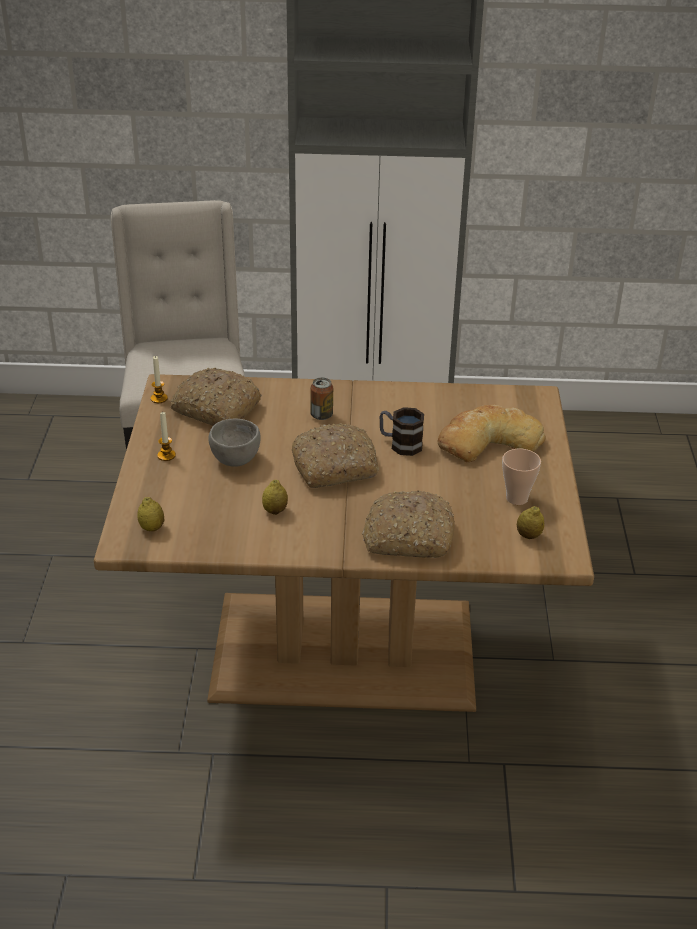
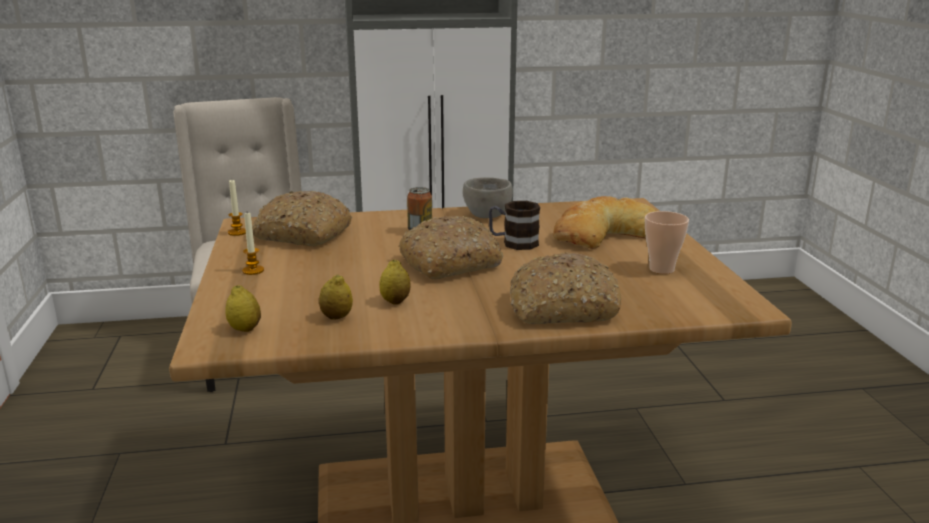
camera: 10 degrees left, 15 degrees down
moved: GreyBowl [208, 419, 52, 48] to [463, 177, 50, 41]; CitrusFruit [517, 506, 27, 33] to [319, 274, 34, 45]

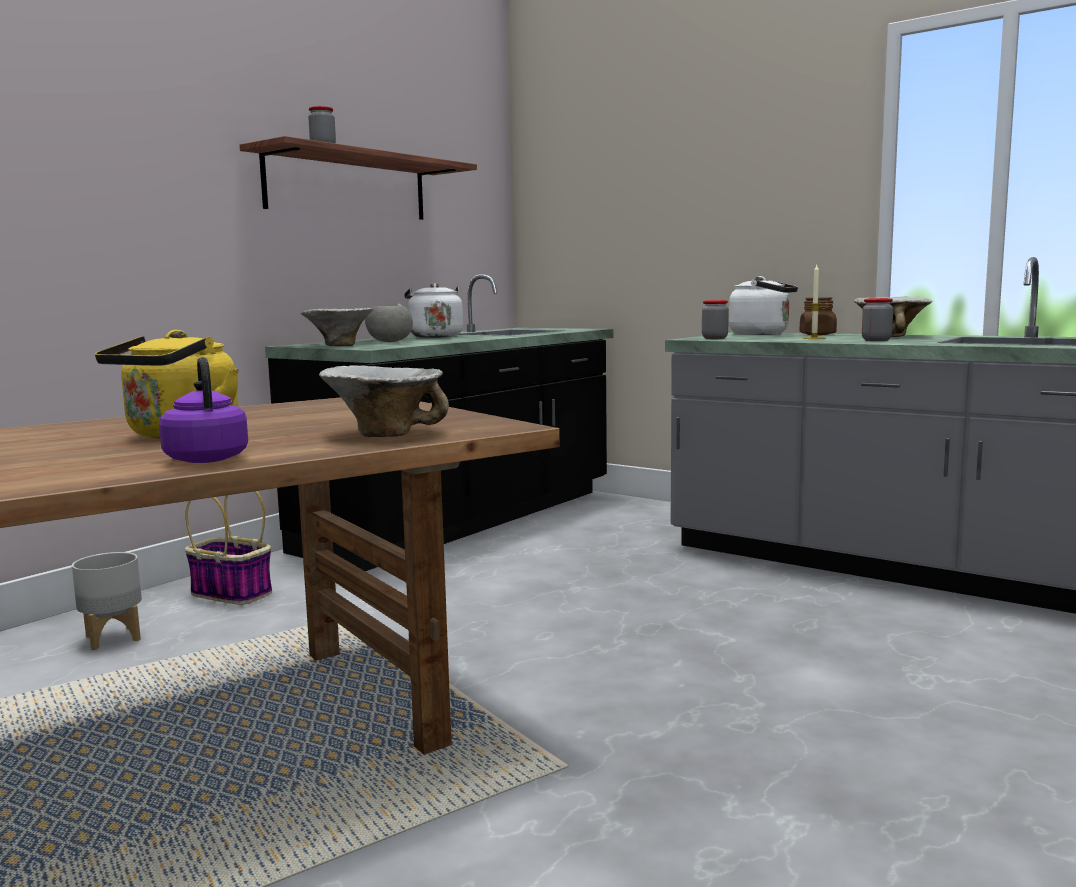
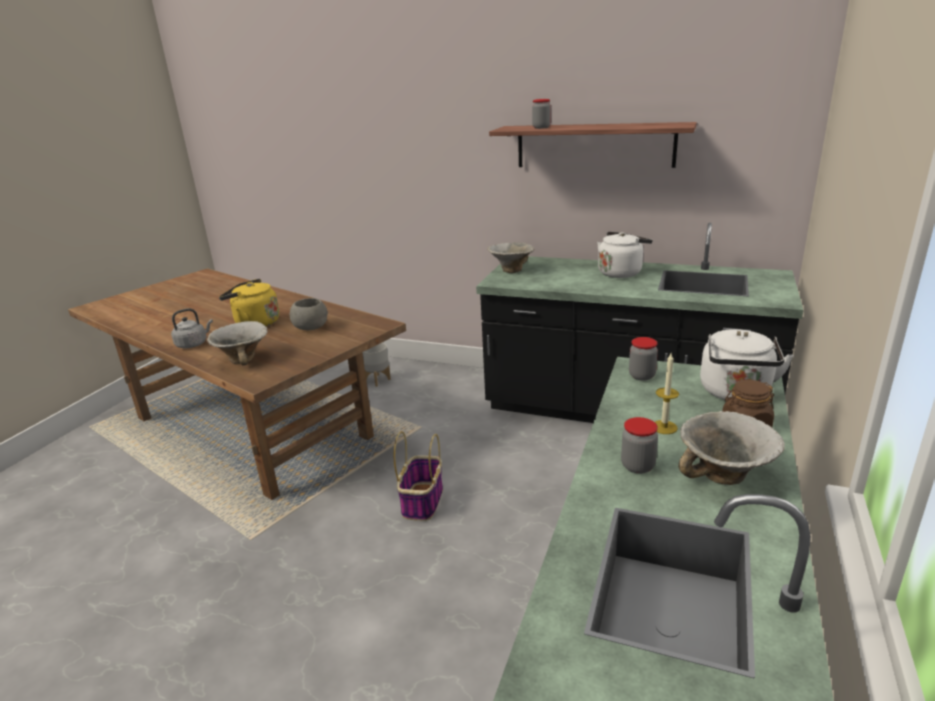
camera: 75 degrees right, 15 degrees up
moved: Basket [185, 491, 87, 114] to [394, 431, 49, 90]; GreyBowl [365, 306, 48, 36] to [290, 298, 38, 32]
recoloured: PurplishKettle [159, 357, 89, 106] to GreyKettle [171, 308, 42, 40]

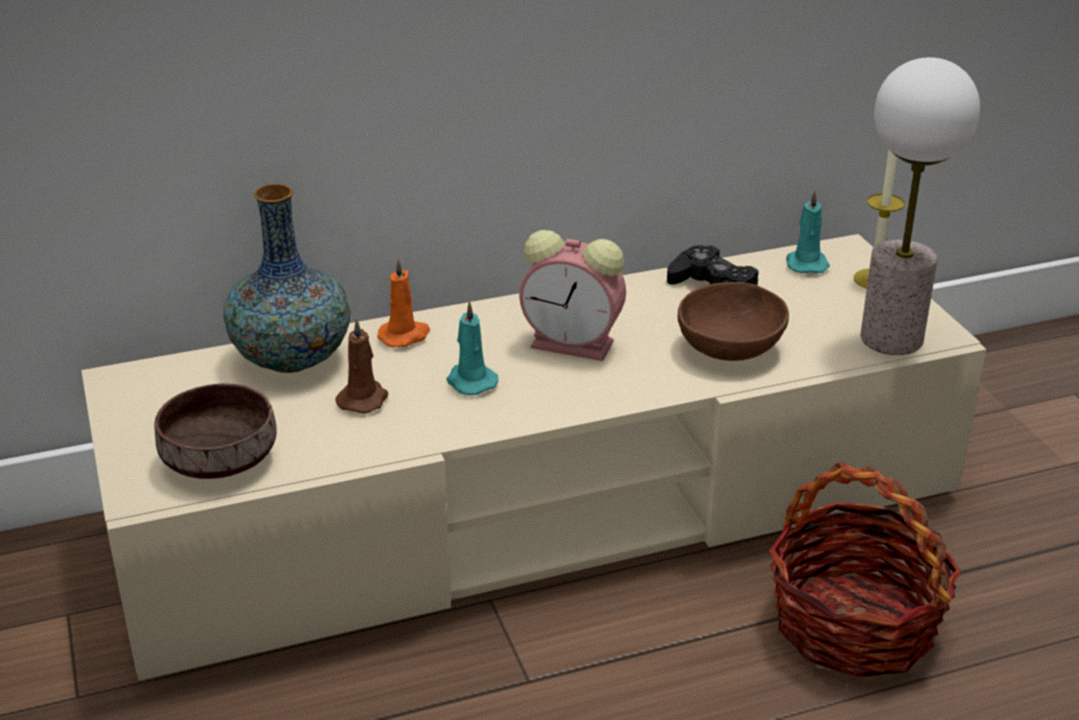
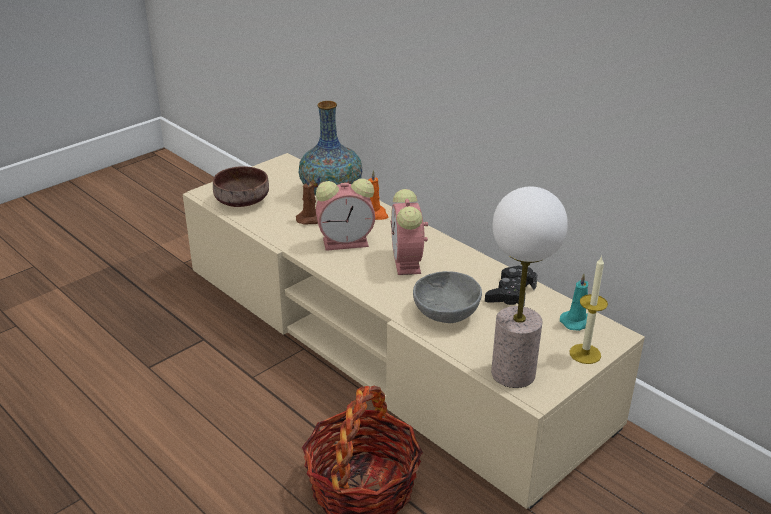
camera: 65 degrees right, 0 degrees up
replaced: TurquoiseWaxLight [446, 301, 52, 94] to BedsideClock [316, 179, 59, 72]
recoloured: BrownBowl [678, 282, 111, 79] to GreyBowl [413, 271, 69, 52]

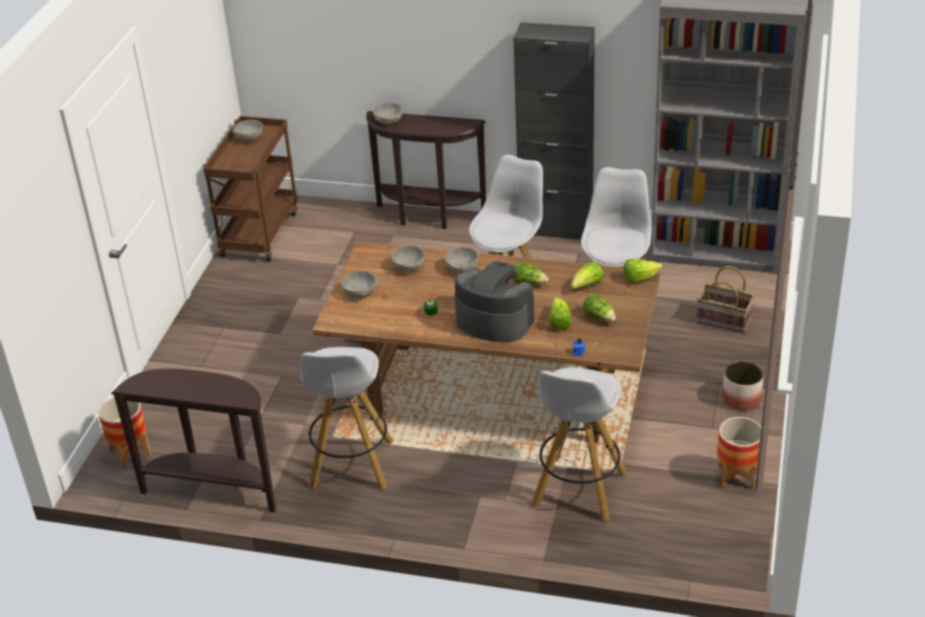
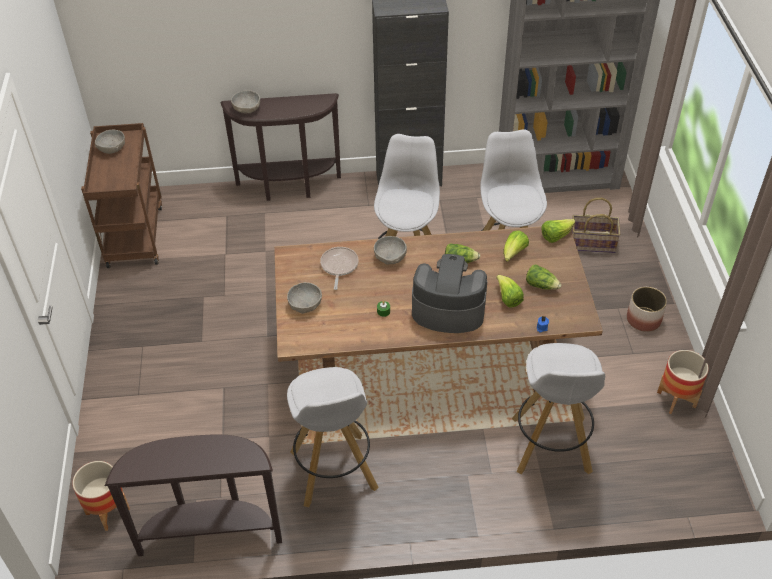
camera: 20 degrees left, 10 degrees up
replaced: GreyBowl [391, 246, 34, 26] to Pan [320, 247, 39, 43]

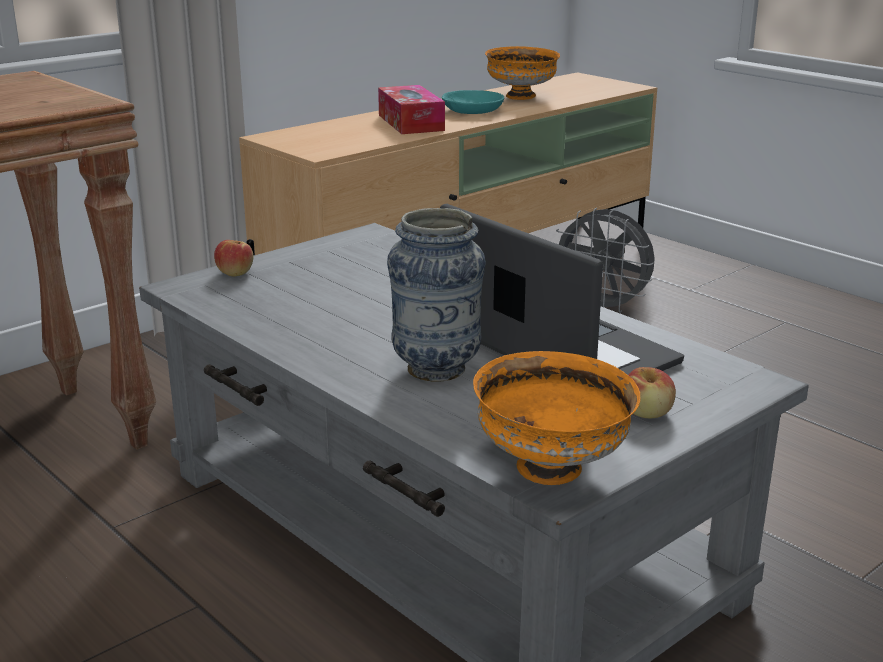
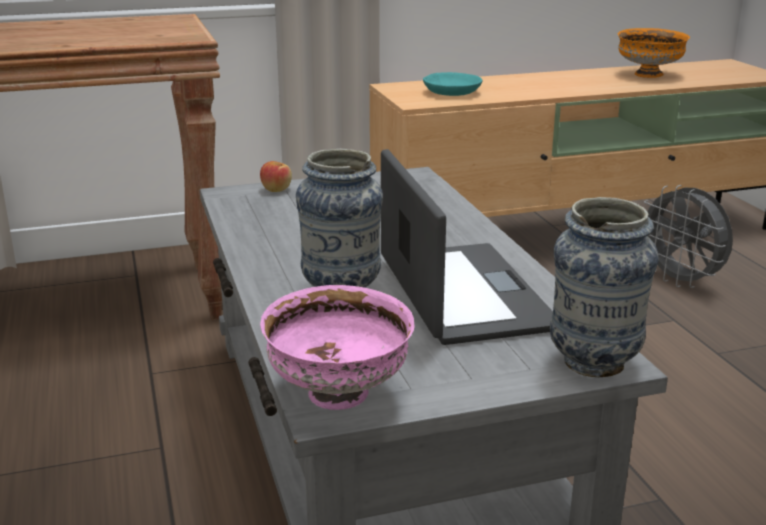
camera: 25 degrees right, 0 degrees up
removed: TissueHolder [378, 85, 67, 49]; AppleFruit [628, 367, 48, 51]
added: DecorativeVase [550, 197, 108, 180]
moved: TurquoiseBowl [442, 90, 62, 24] to [423, 72, 59, 24]
recoloured: OrangeBowl [473, 351, 167, 134] to PinkishBowl [260, 285, 155, 125]

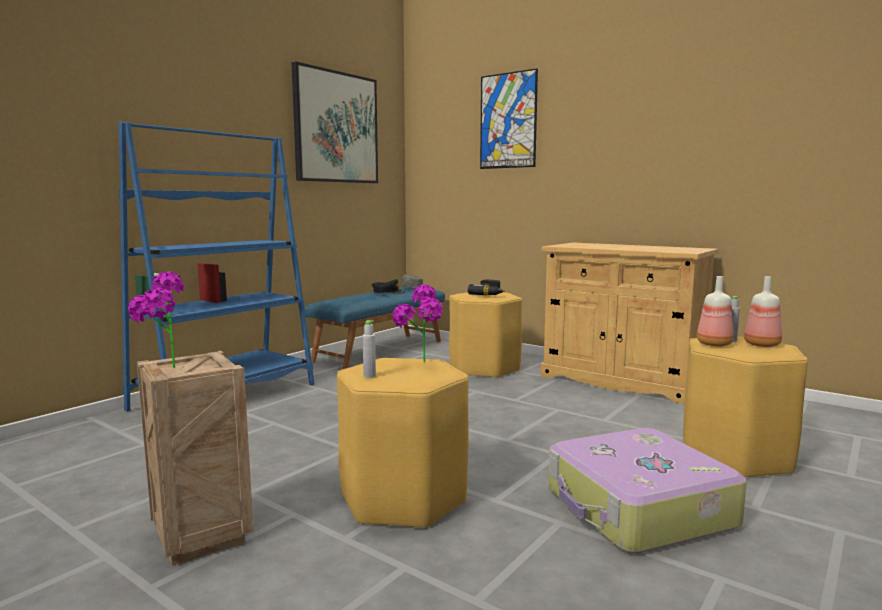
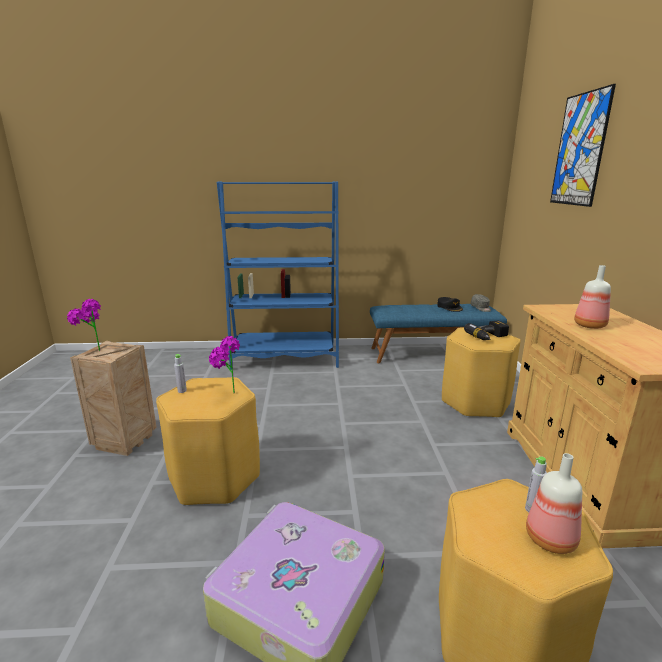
camera: 50 degrees right, 10 degrees up
removed: Picture [291, 61, 87, 122]
moved: Bottle [697, 276, 37, 70] to [574, 265, 37, 64]

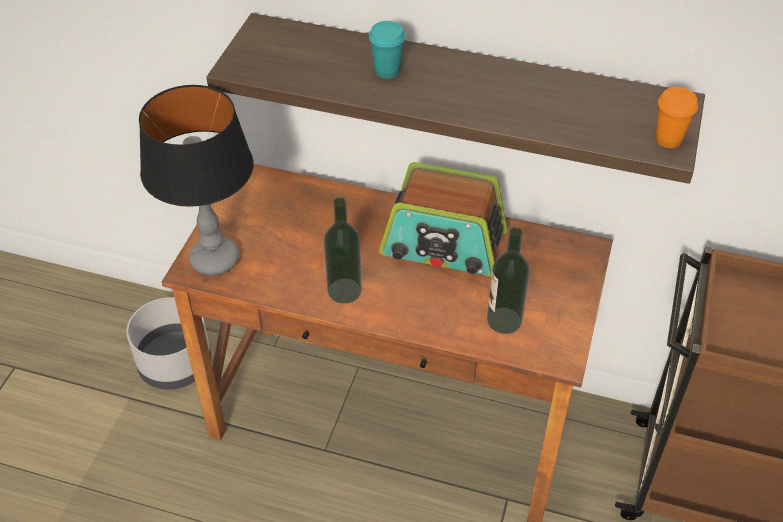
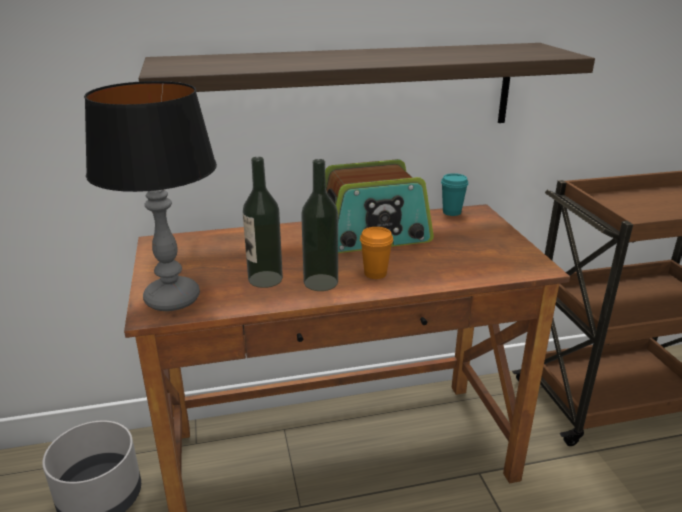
camera: 30 degrees left, 20 degrees down
moved: TurquoiseCup [369, 21, 36, 58] to [441, 173, 27, 43]; Bottle [487, 227, 43, 107] to [243, 157, 40, 131]; OrangeCup [655, 87, 43, 61] to [360, 227, 33, 52]

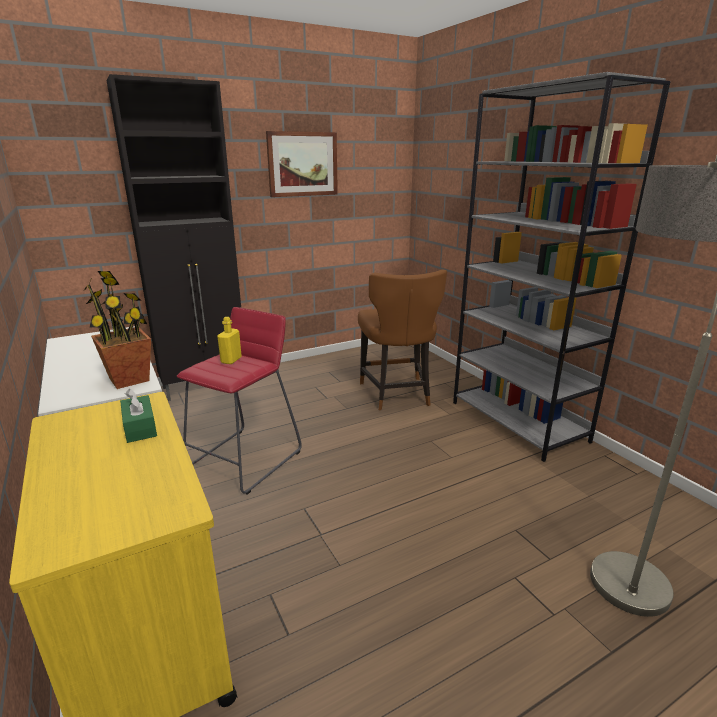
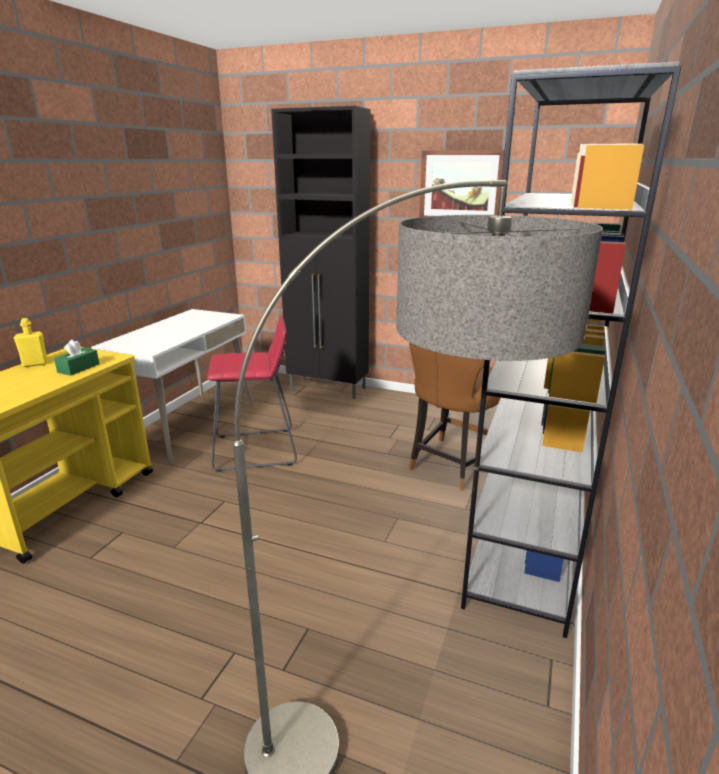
camera: 50 degrees right, 0 degrees up
removed: Houseplant [83, 271, 68, 118]
moved: YellowColouredBottle [217, 317, 25, 47] to [14, 318, 34, 49]

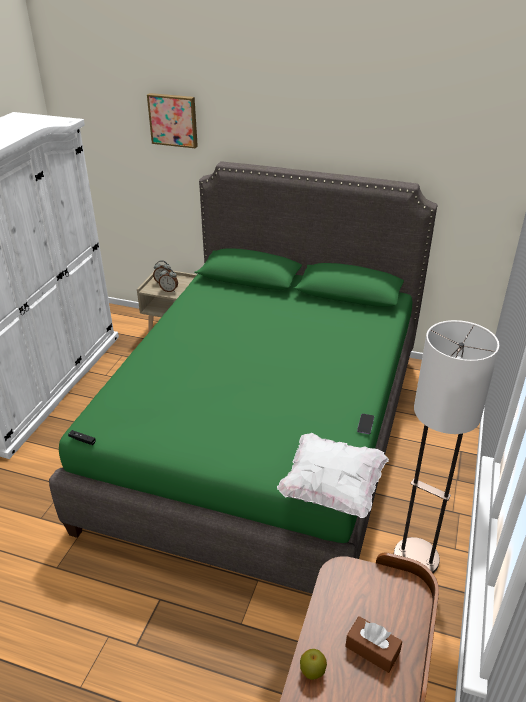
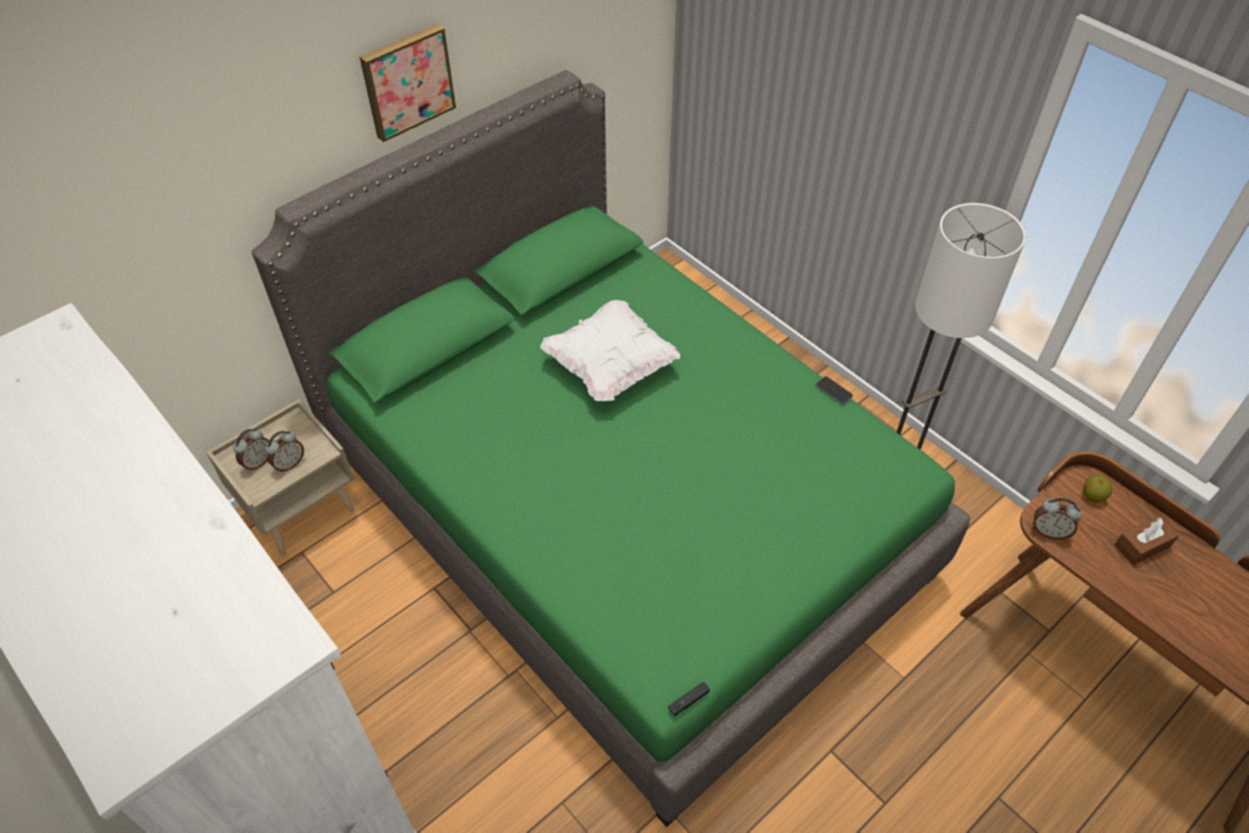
camera: 60 degrees left, 15 degrees up
added: BedsideClock [1033, 498, 49, 42]
moved: Picture [147, 93, 51, 55] to [360, 24, 96, 118]; WhiteColouredPillow [277, 433, 112, 85] to [540, 300, 140, 101]; AppleFruit [300, 649, 27, 31] to [1083, 475, 29, 28]

